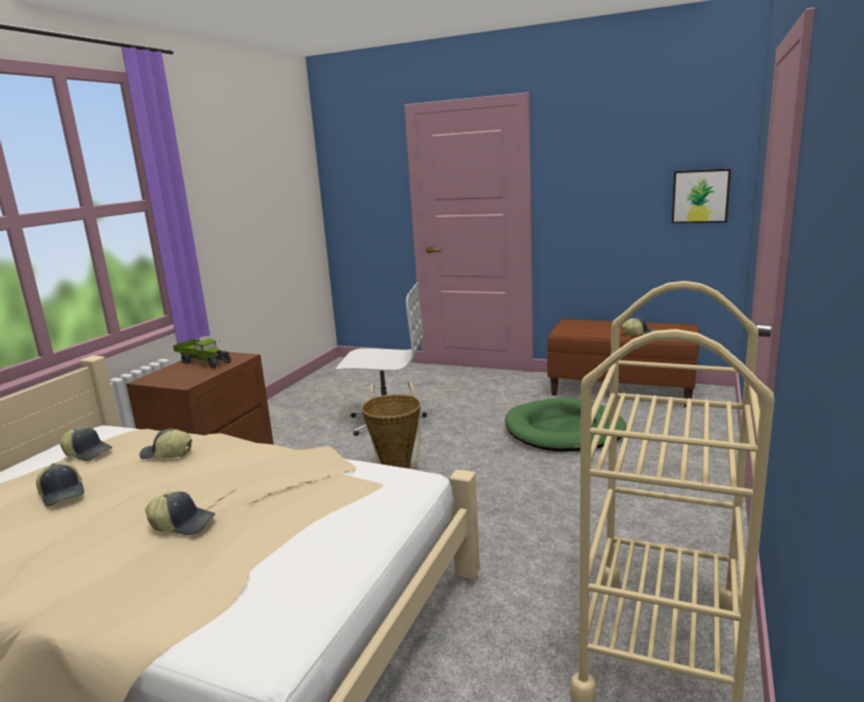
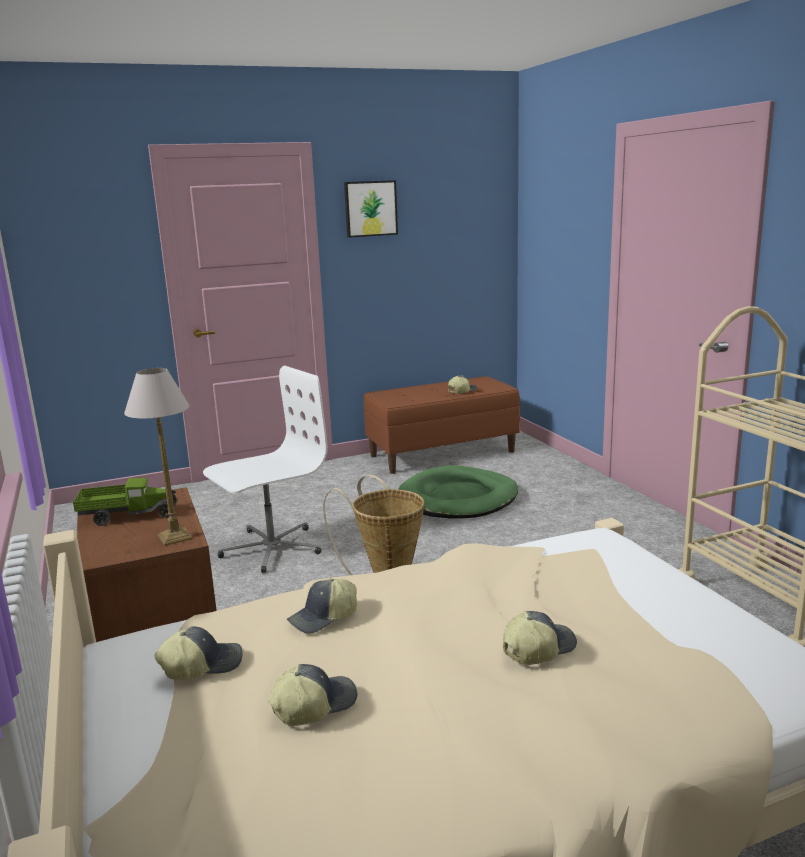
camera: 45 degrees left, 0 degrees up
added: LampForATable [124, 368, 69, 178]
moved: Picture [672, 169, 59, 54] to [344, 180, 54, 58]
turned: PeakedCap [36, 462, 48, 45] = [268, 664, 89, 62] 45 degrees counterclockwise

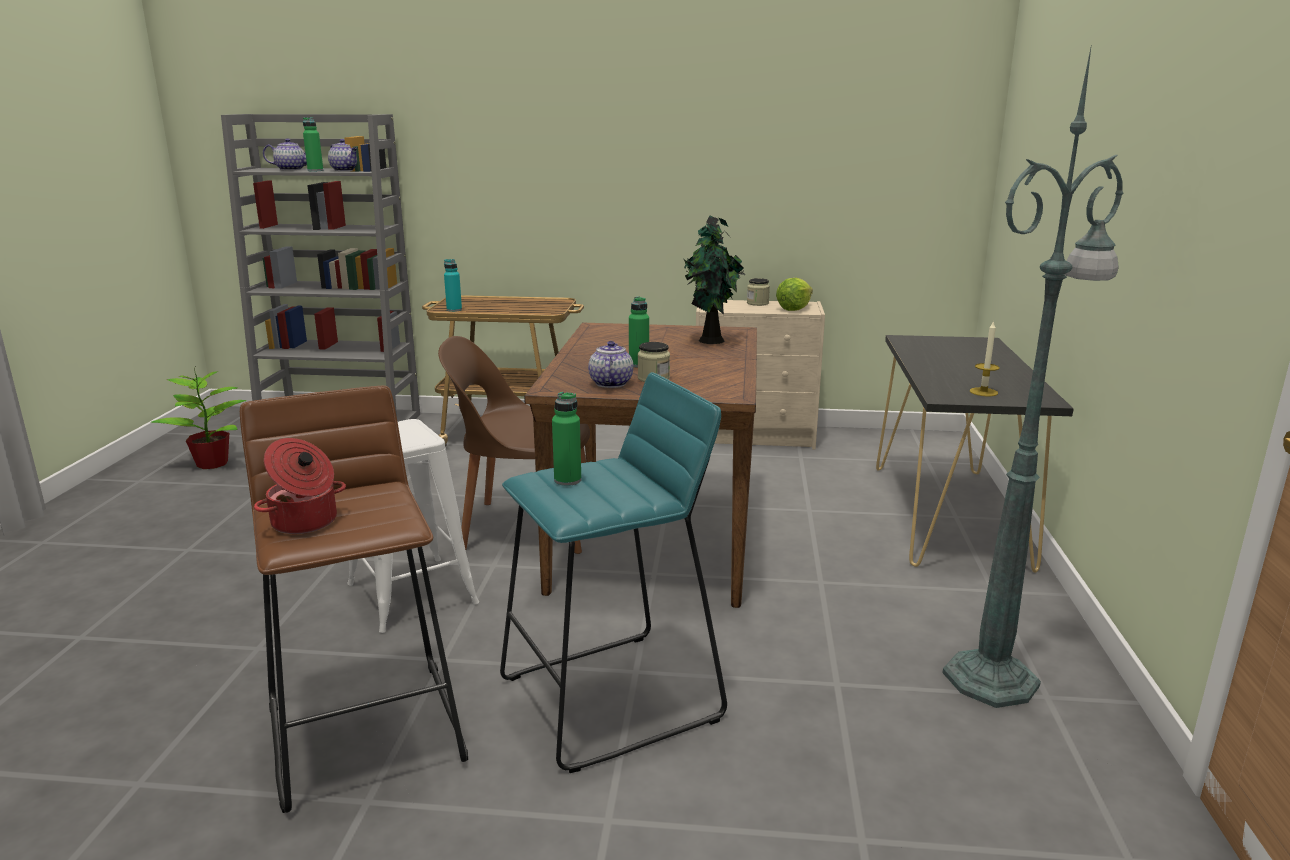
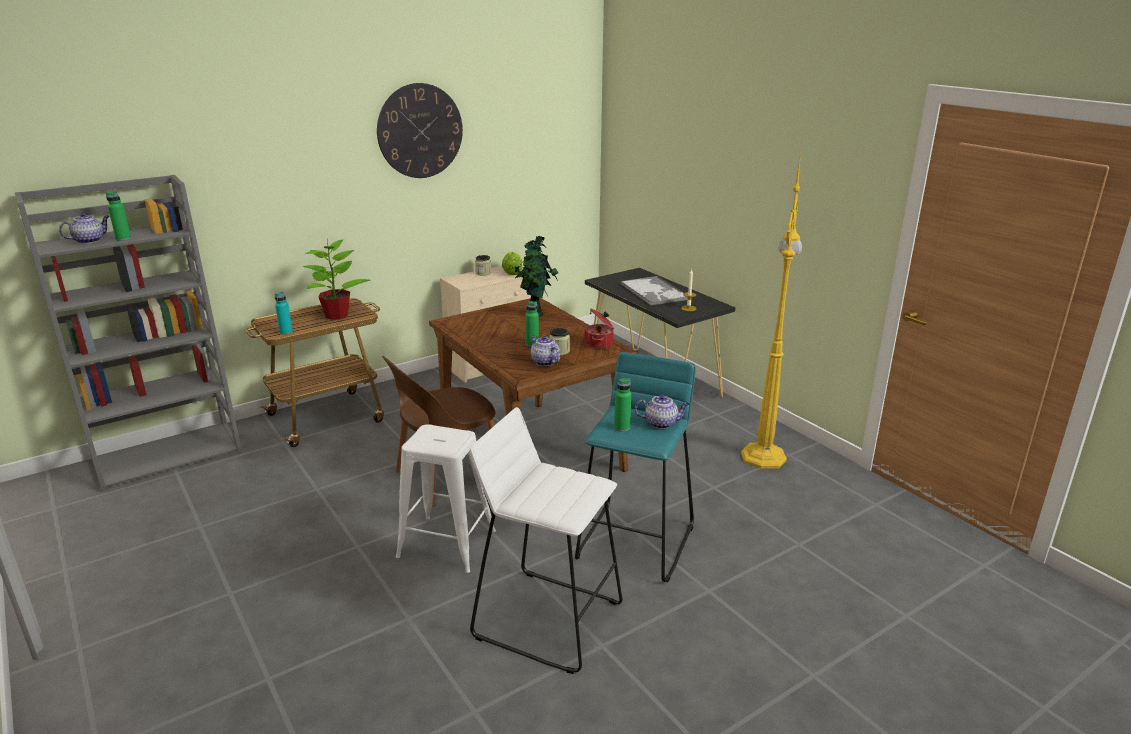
camera: 40 degrees left, 5 degrees up
added: HangingClock [377, 83, 86, 95]; CarryingTray [620, 276, 68, 29]
moved: Houseplant [151, 365, 96, 104] to [303, 237, 68, 83]; Saucepot [254, 438, 92, 96] to [584, 309, 30, 40]; TeaPot [328, 139, 29, 32] to [635, 395, 54, 34]
recoloured: BrownStool [240, 386, 228, 427] to WhiteColouredStool [470, 407, 152, 267]; GreenishStandardLamp [942, 48, 182, 660] to YellowColouredStandardLamp [741, 153, 61, 316]

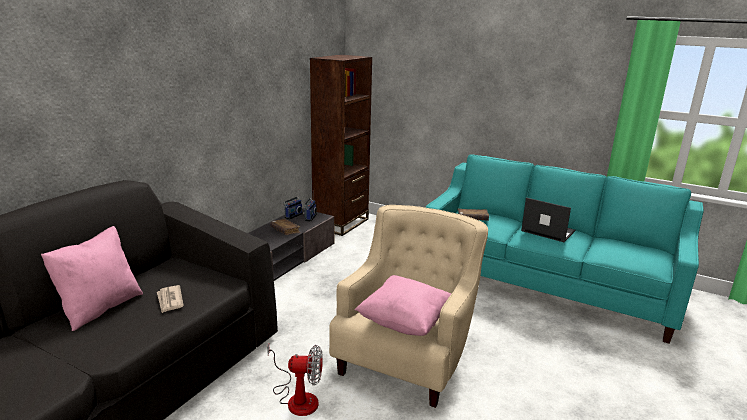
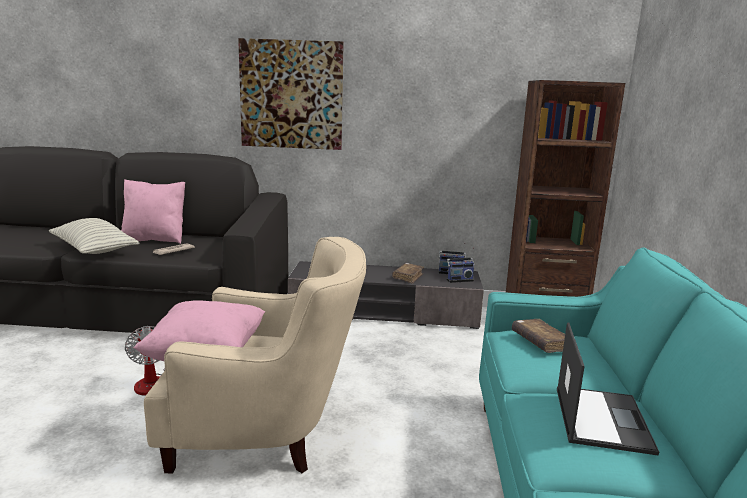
camera: 65 degrees right, 5 degrees down
added: Pillow [49, 218, 90, 36]; Picture [238, 38, 106, 112]

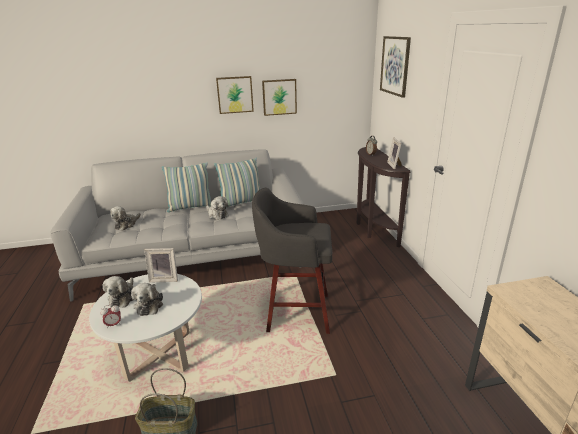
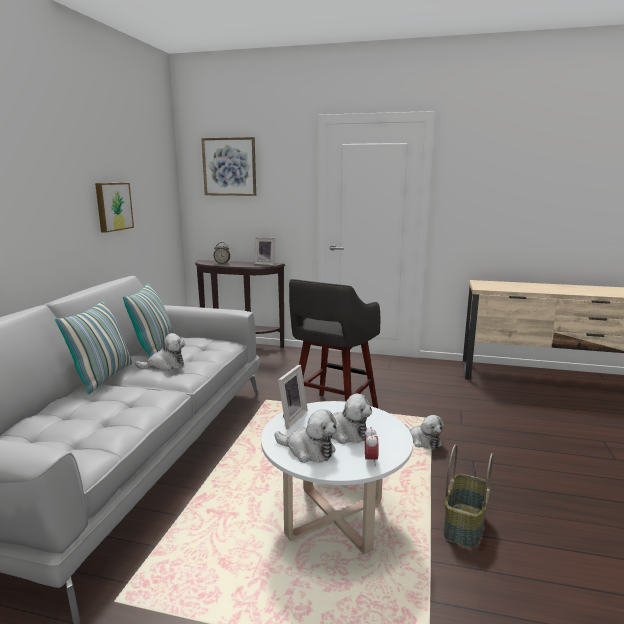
camera: 65 degrees left, 10 degrees down
removed: Picture [216, 76, 38, 38]
moved: PlushToy [110, 206, 31, 25] to [405, 415, 39, 35]

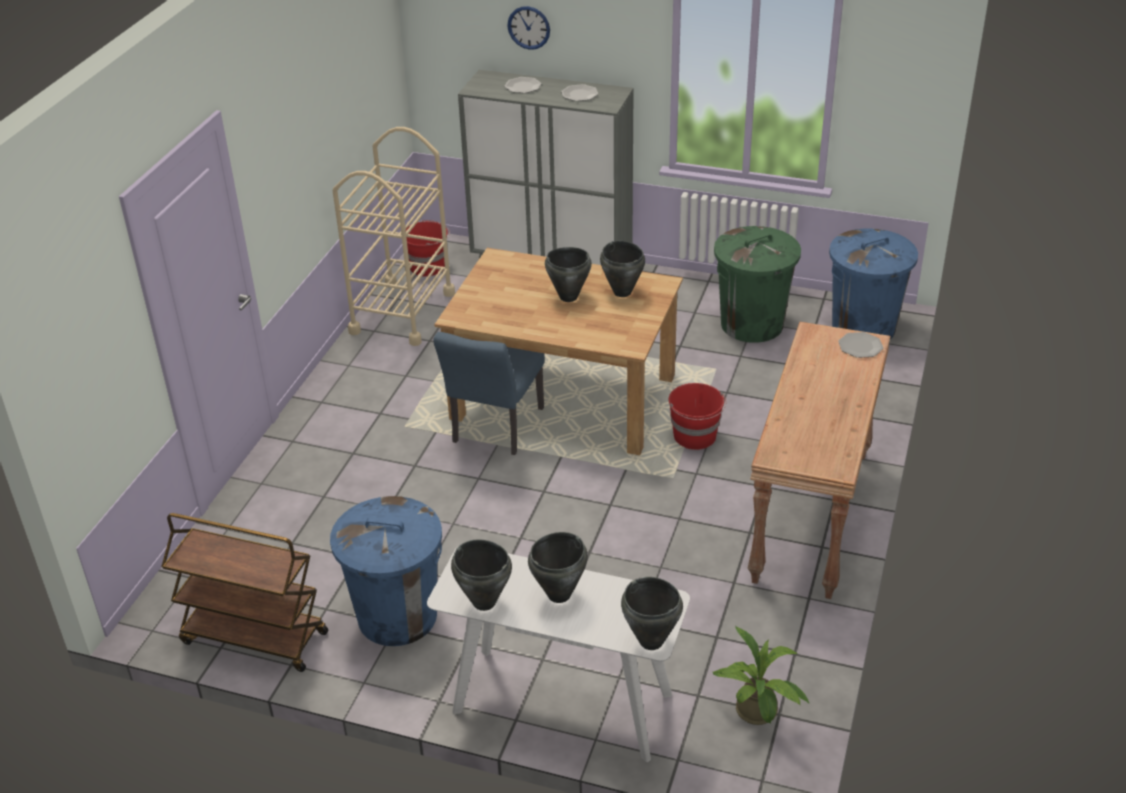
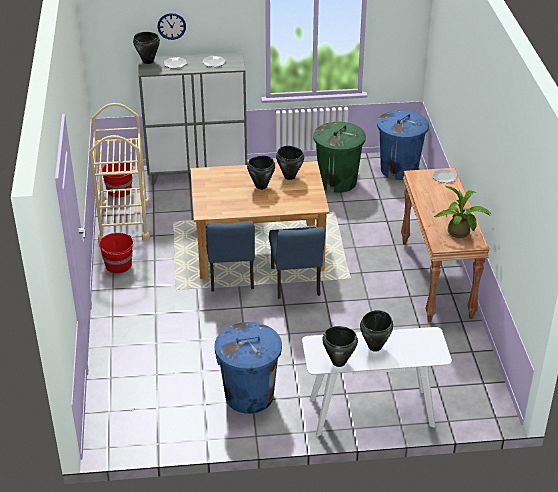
camera: 25 degrees left, 0 degrees up
removed: BrownTrolley [161, 513, 167, 159]
added: BluishUprightChair [269, 227, 56, 72]
moved: BlackSaucepot [621, 577, 62, 73] to [133, 32, 27, 32]; RedPail [669, 383, 57, 67] to [99, 233, 35, 40]; Houseplant [713, 625, 96, 100] to [434, 185, 57, 53]

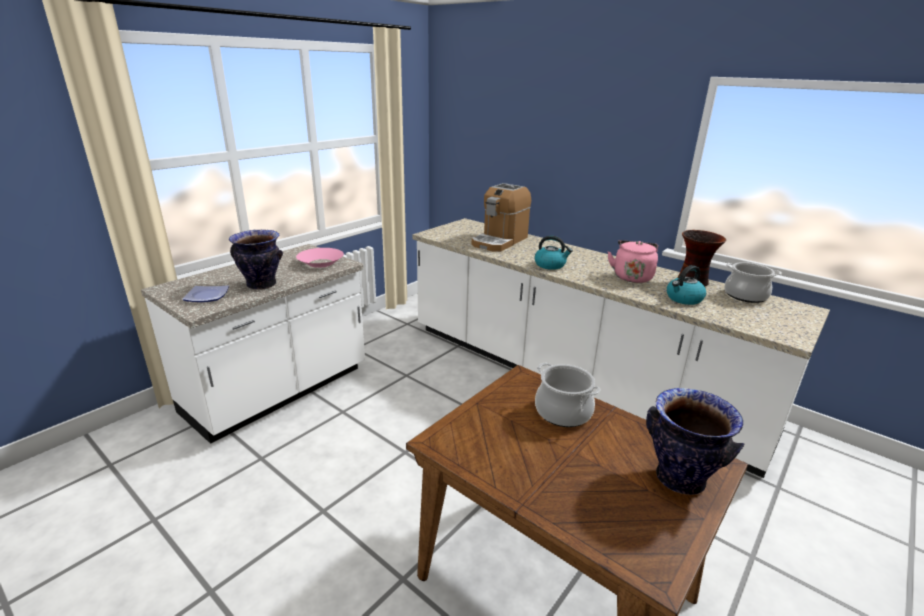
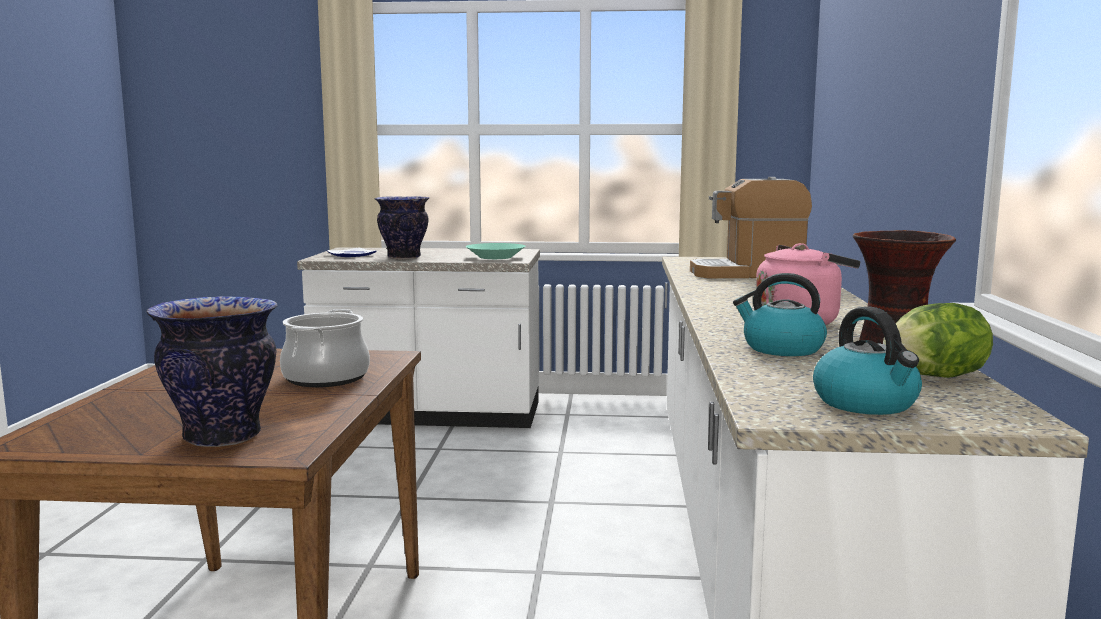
camera: 55 degrees right, 15 degrees down
moved: Kettle [535, 236, 38, 34] to [813, 307, 109, 108]
replaced: Saucepot [724, 262, 58, 41] to HeadOfLettuce [883, 303, 110, 75]
recoloured: PinkishBowl [296, 248, 48, 20] to TurquoiseBowl [466, 243, 59, 16]

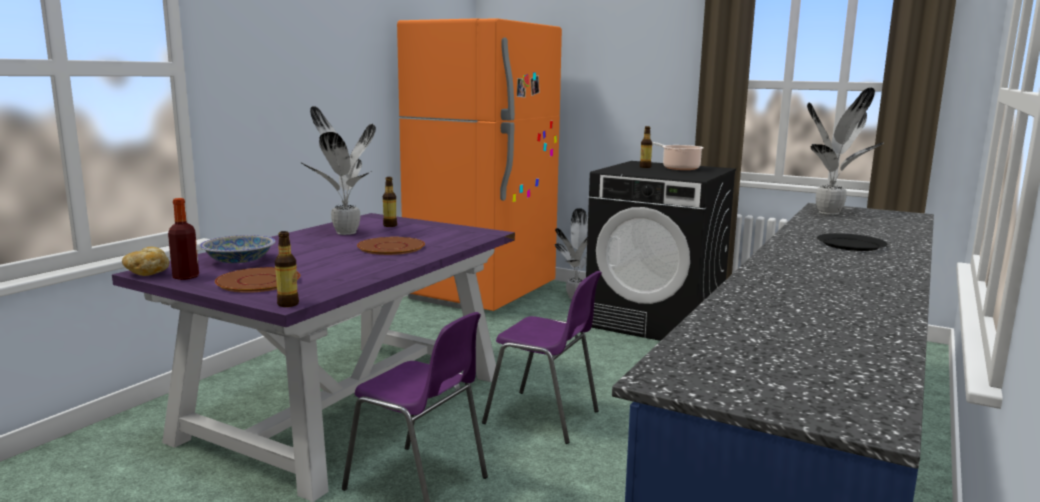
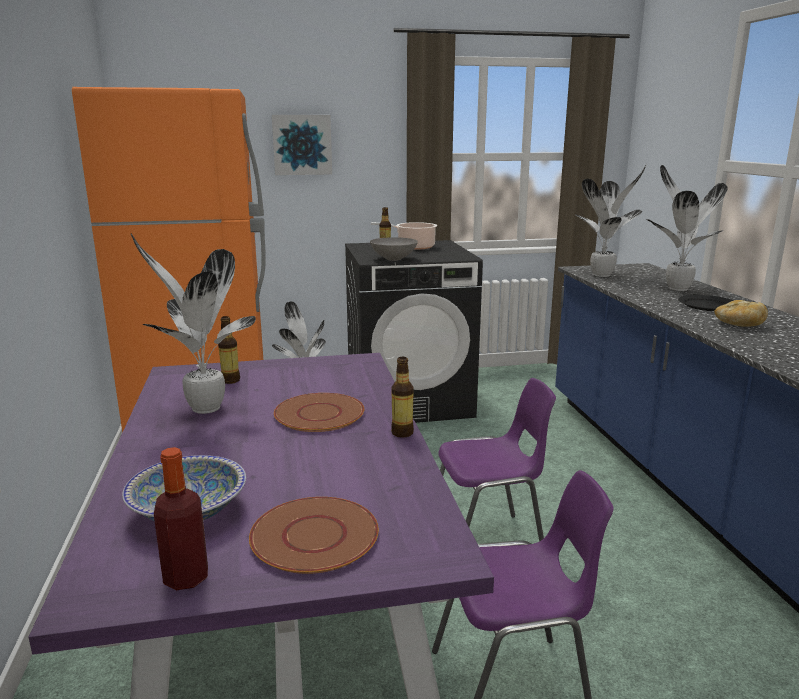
camera: 40 degrees left, 5 degrees up
added: Picture [272, 115, 60, 60]; GreyBowl [370, 237, 48, 24]; Houseplant [647, 165, 80, 126]
moved: BakedBread [122, 247, 48, 29] to [714, 300, 54, 27]; Bottle [275, 231, 24, 76] to [391, 357, 23, 81]

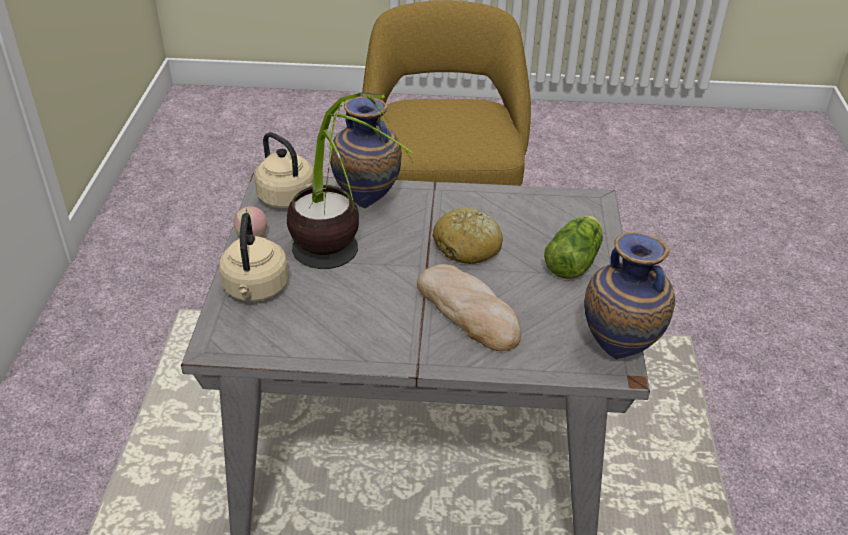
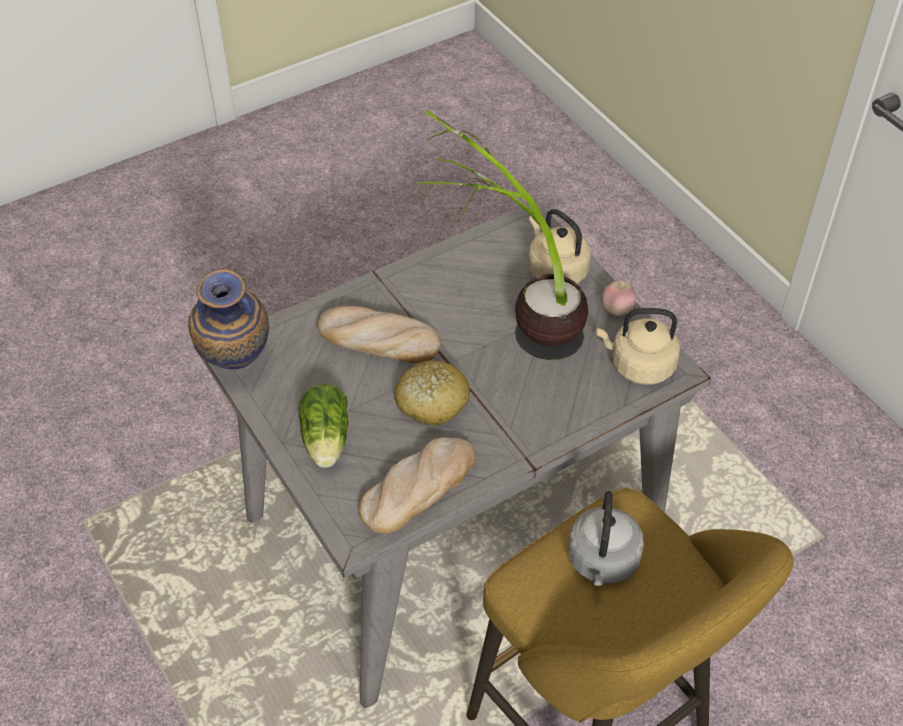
camera: 145 degrees right, 10 degrees up
removed: DecorativeVase [330, 97, 72, 111]
added: BakedBread [358, 437, 118, 97]; GreyKettle [568, 491, 76, 95]

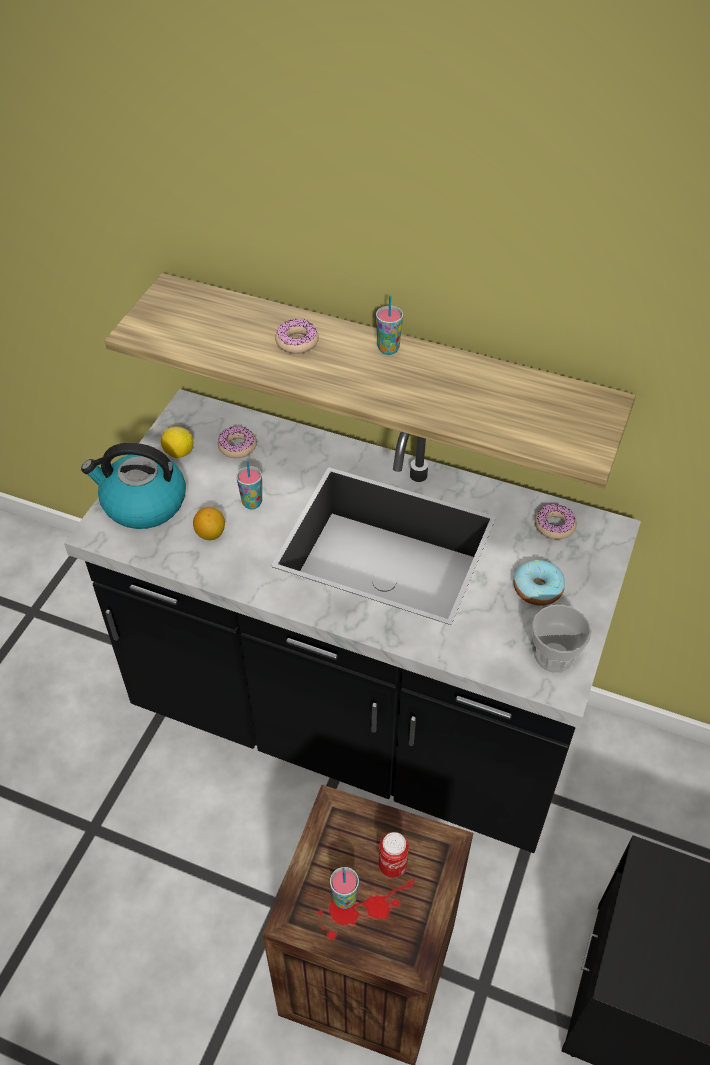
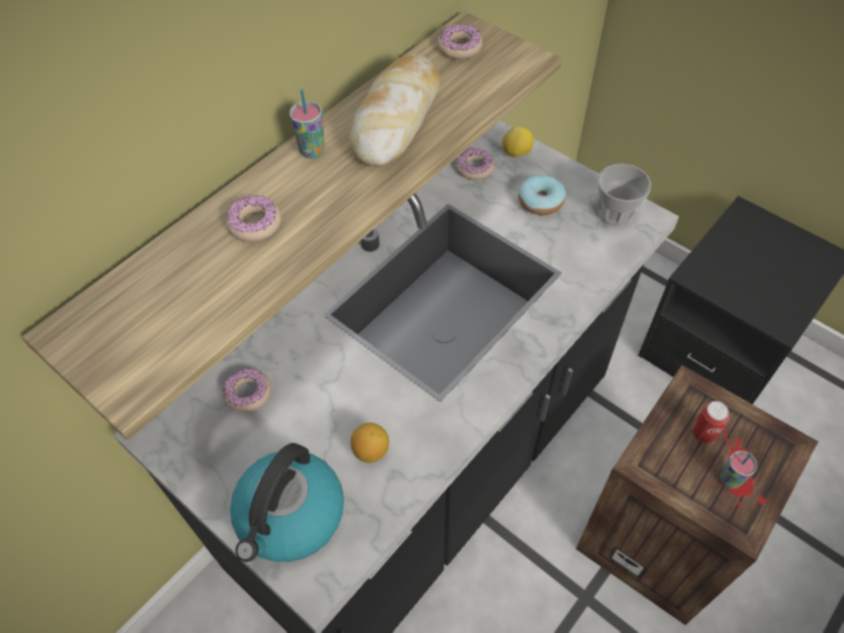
camera: 70 degrees left, 5 degrees up
removed: Cup [236, 460, 26, 49]
added: BakedBread [349, 54, 92, 113]; RingDoughnut [437, 24, 46, 35]
moved: CitrusFruit [161, 426, 32, 32] to [502, 126, 31, 32]

